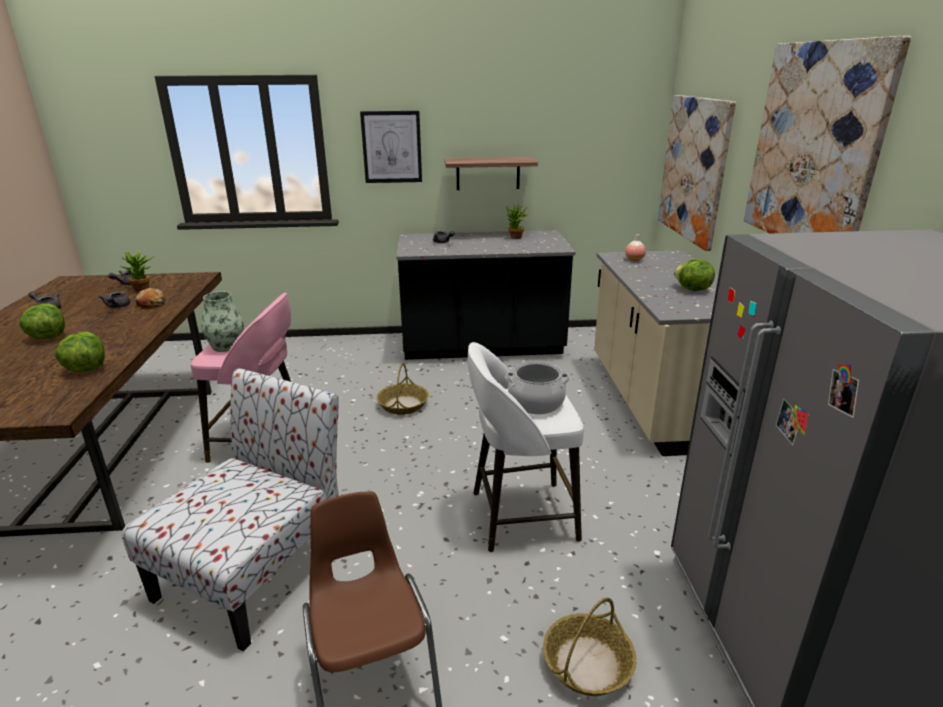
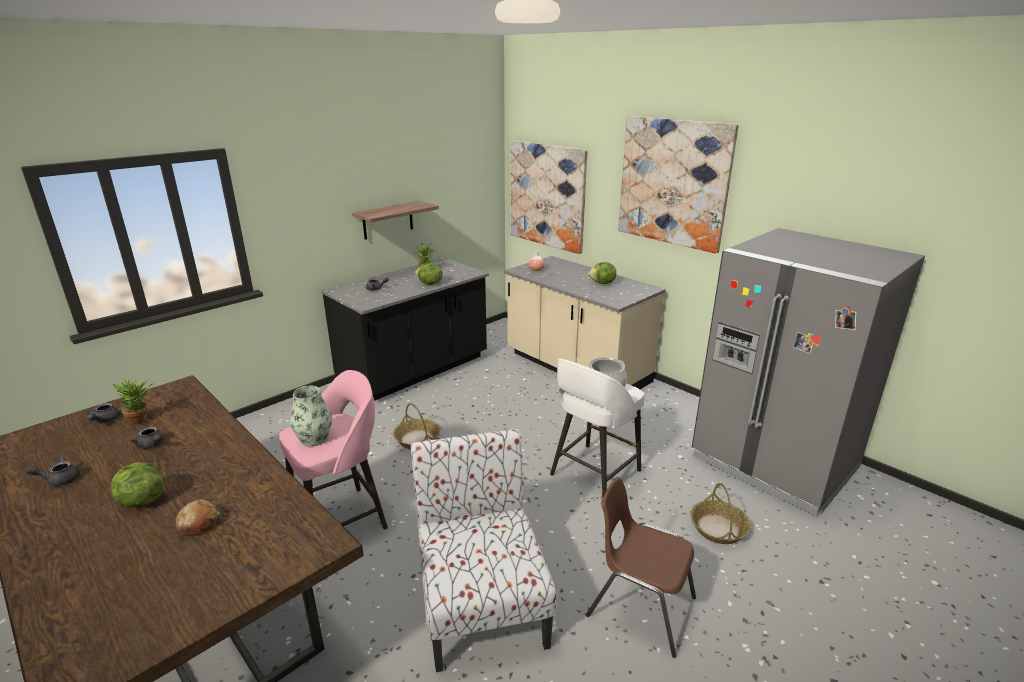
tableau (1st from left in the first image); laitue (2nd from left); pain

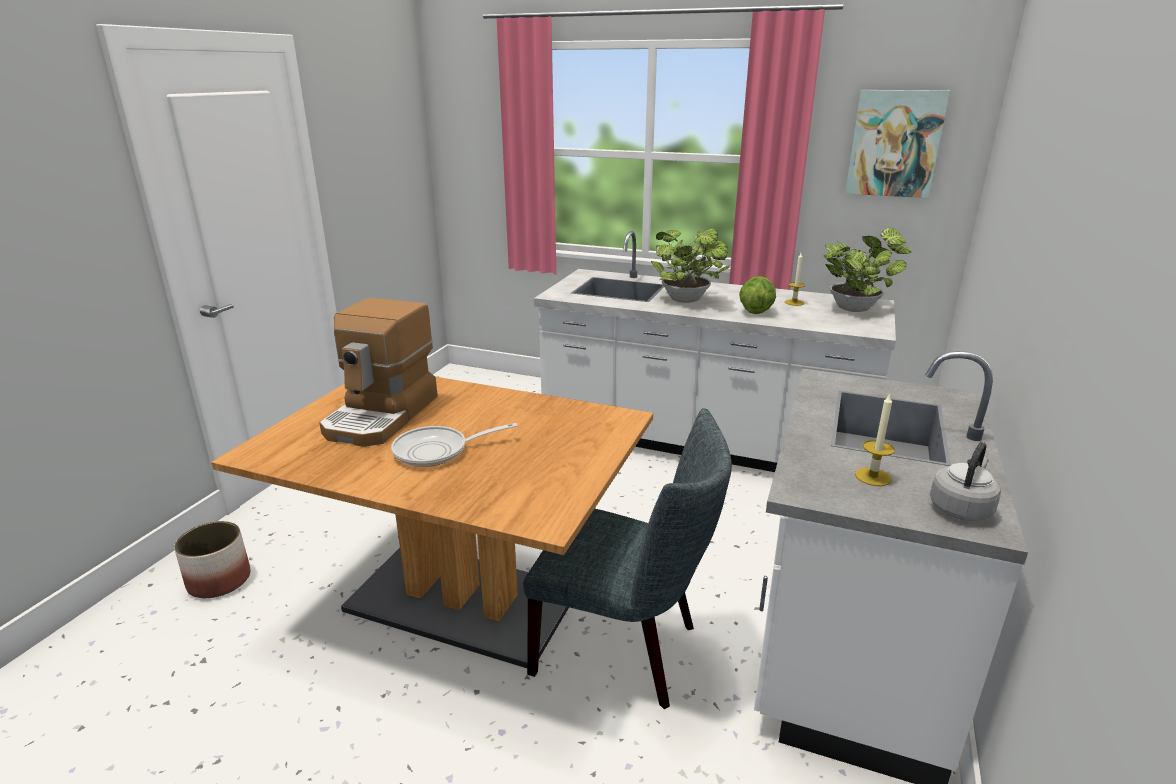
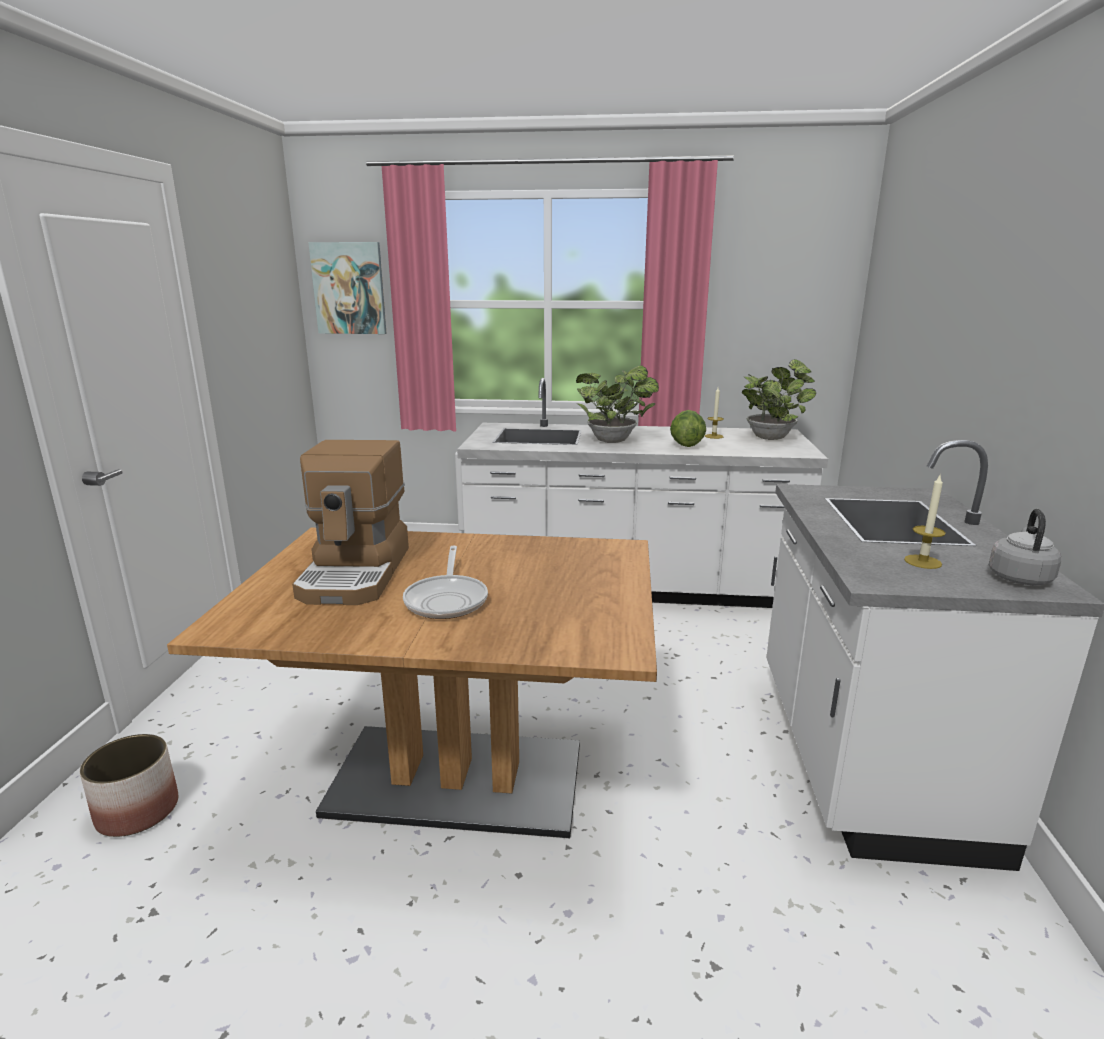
chaise (gris); tableau; poêle

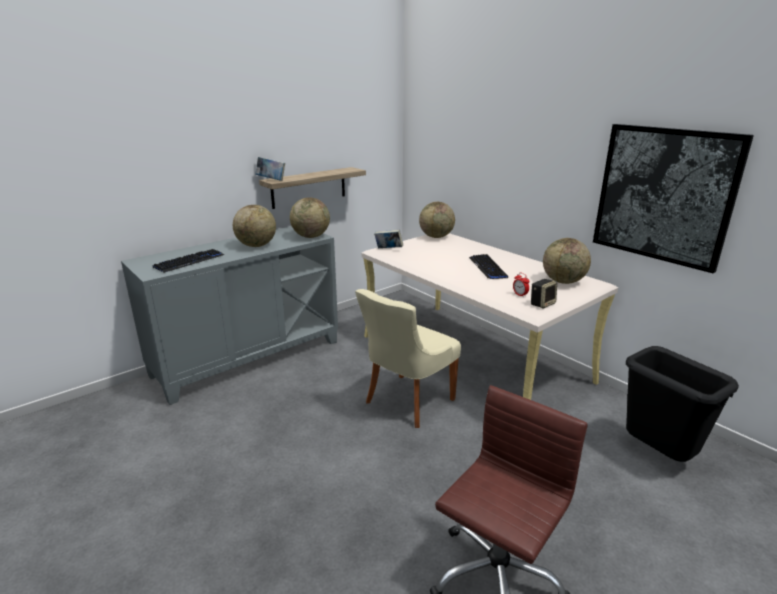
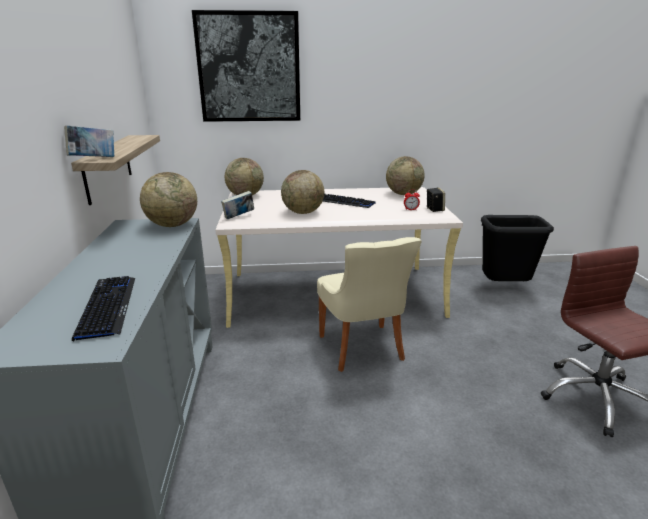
globe (3rd from left); tableau

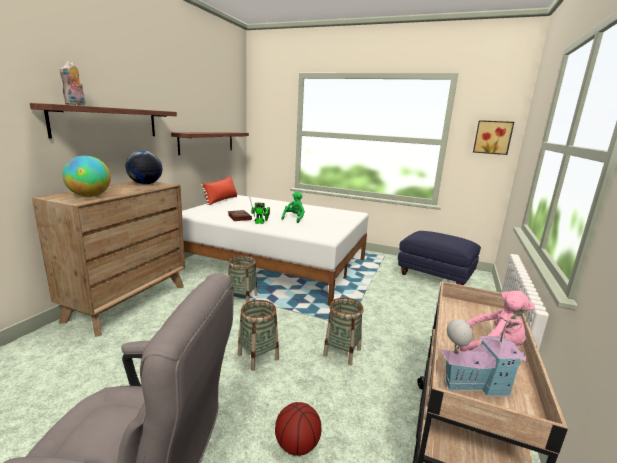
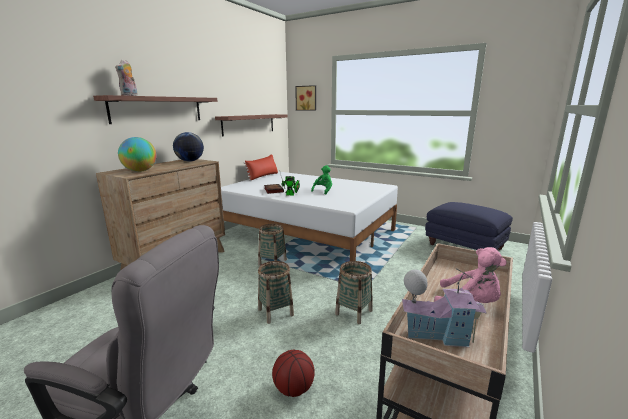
tableau

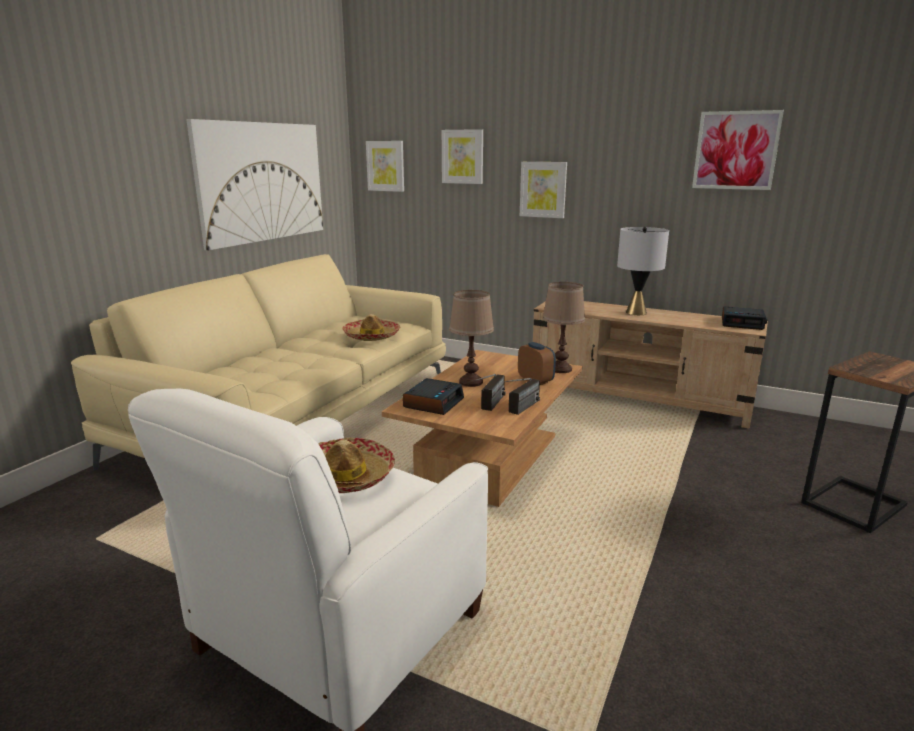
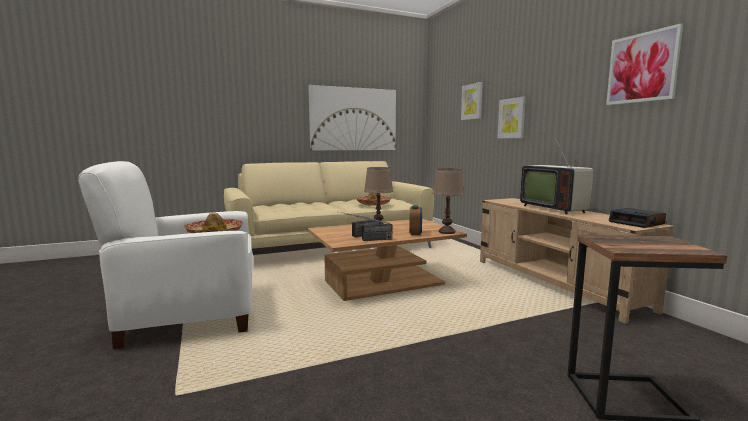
tableau (2nd from left in the first image); réveil (1st from left in the first image); téléviseur

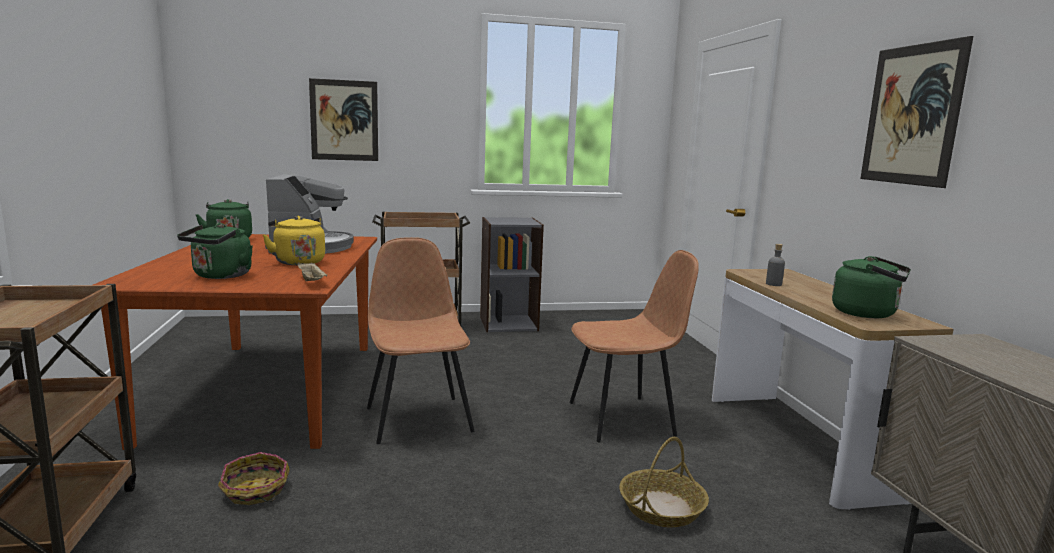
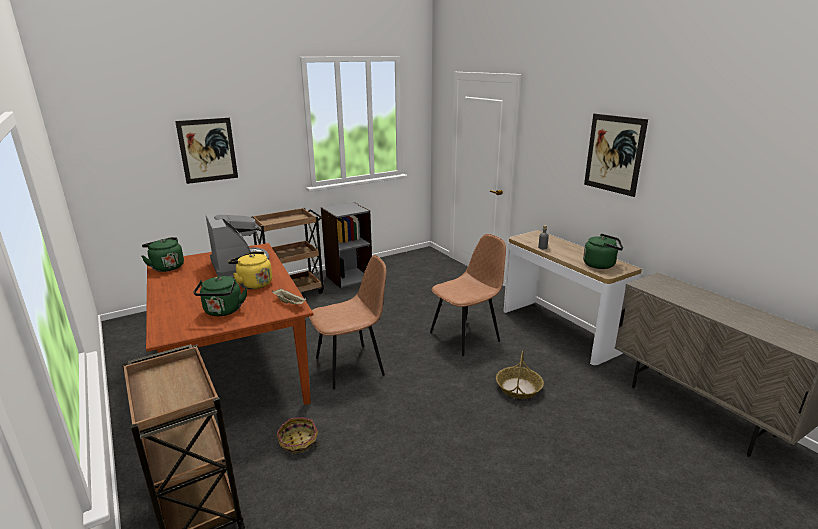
chaise (marron) (1st from left)

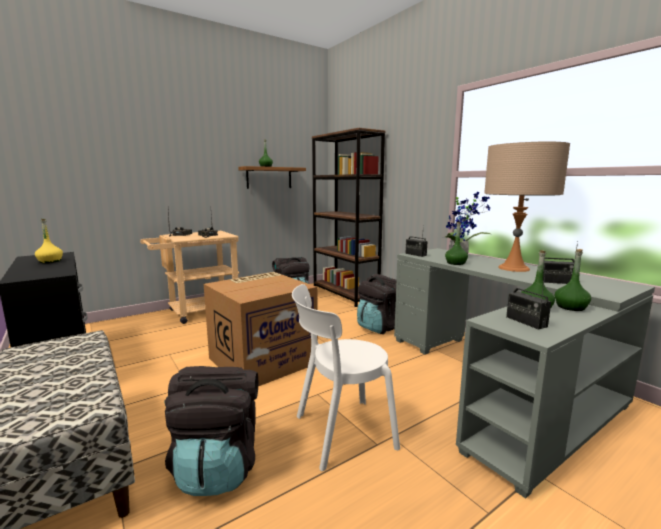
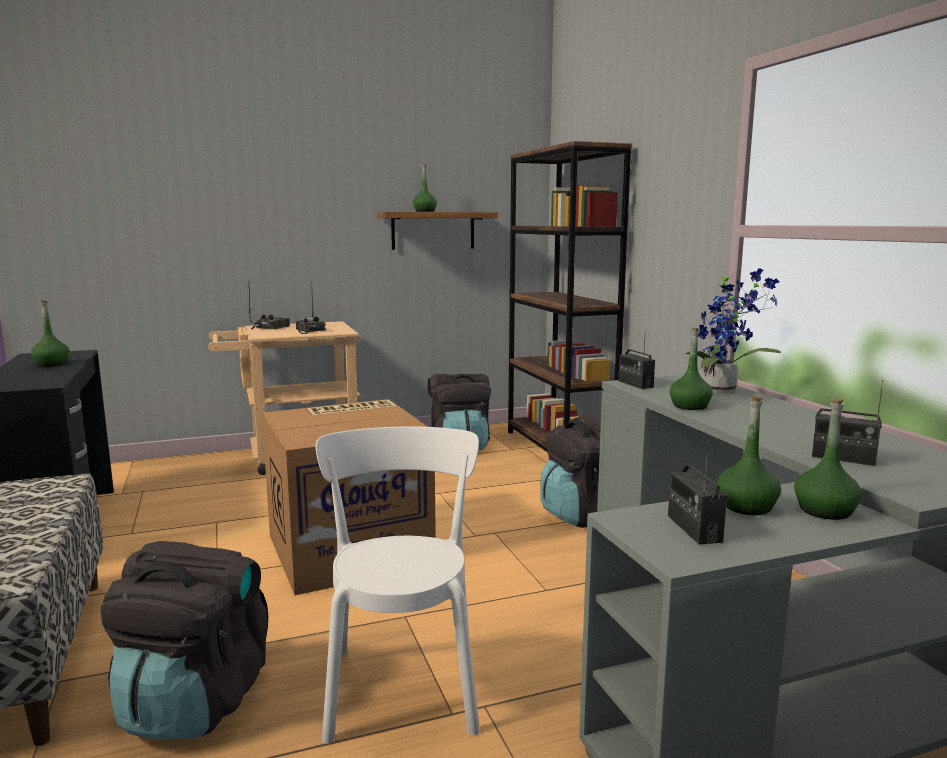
lampe de table (beige); bouteille (vert) (1st from left); chaise (blanc)

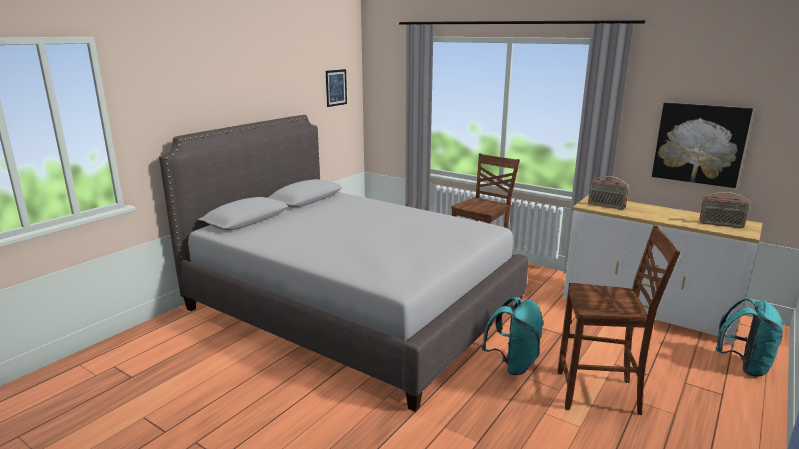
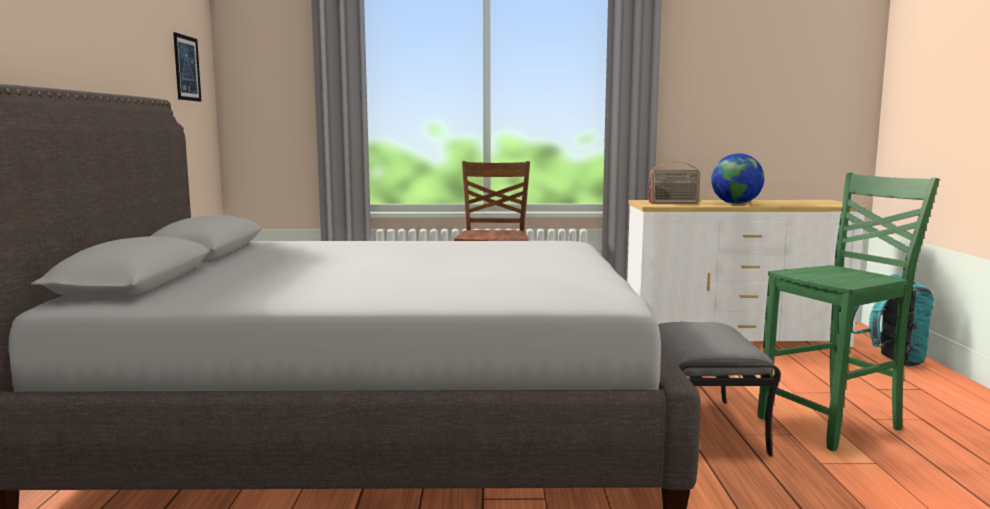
tableau (2nd from left in the first image); radio (2nd from left in the first image); globe; pouf (gris); chaise (vert)

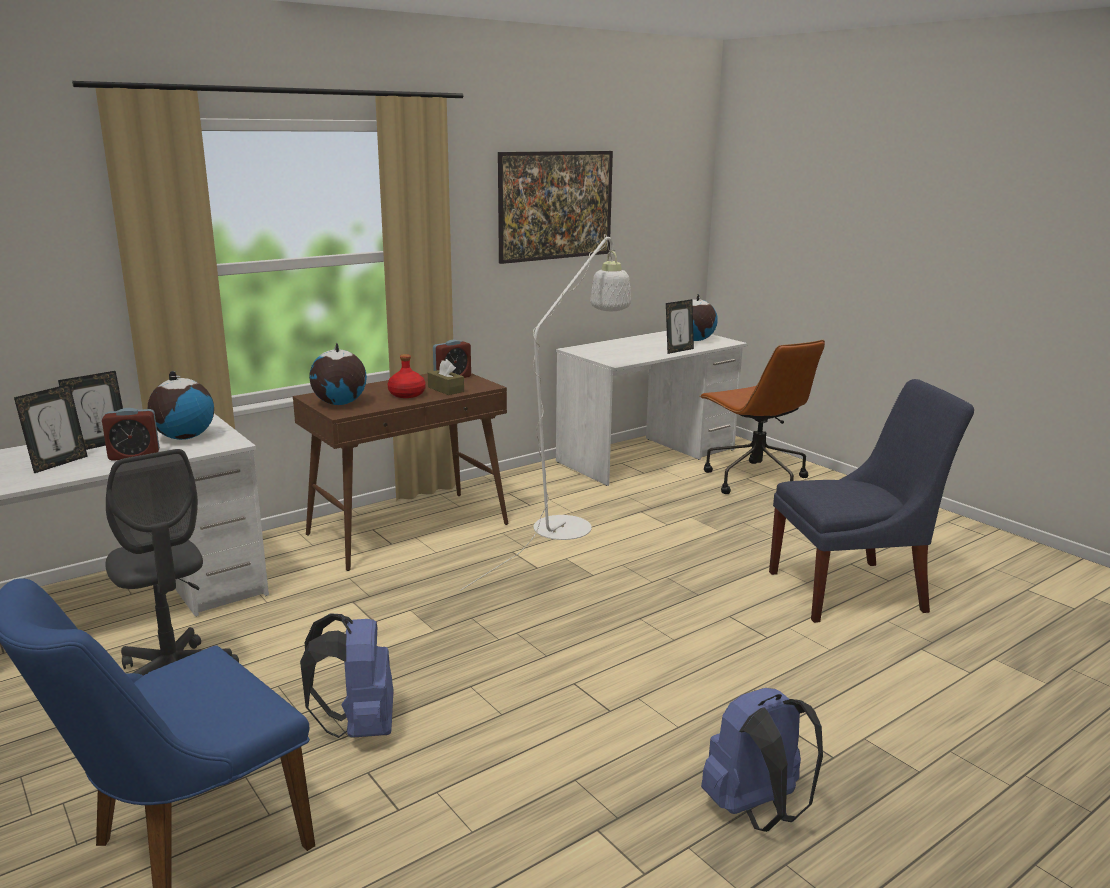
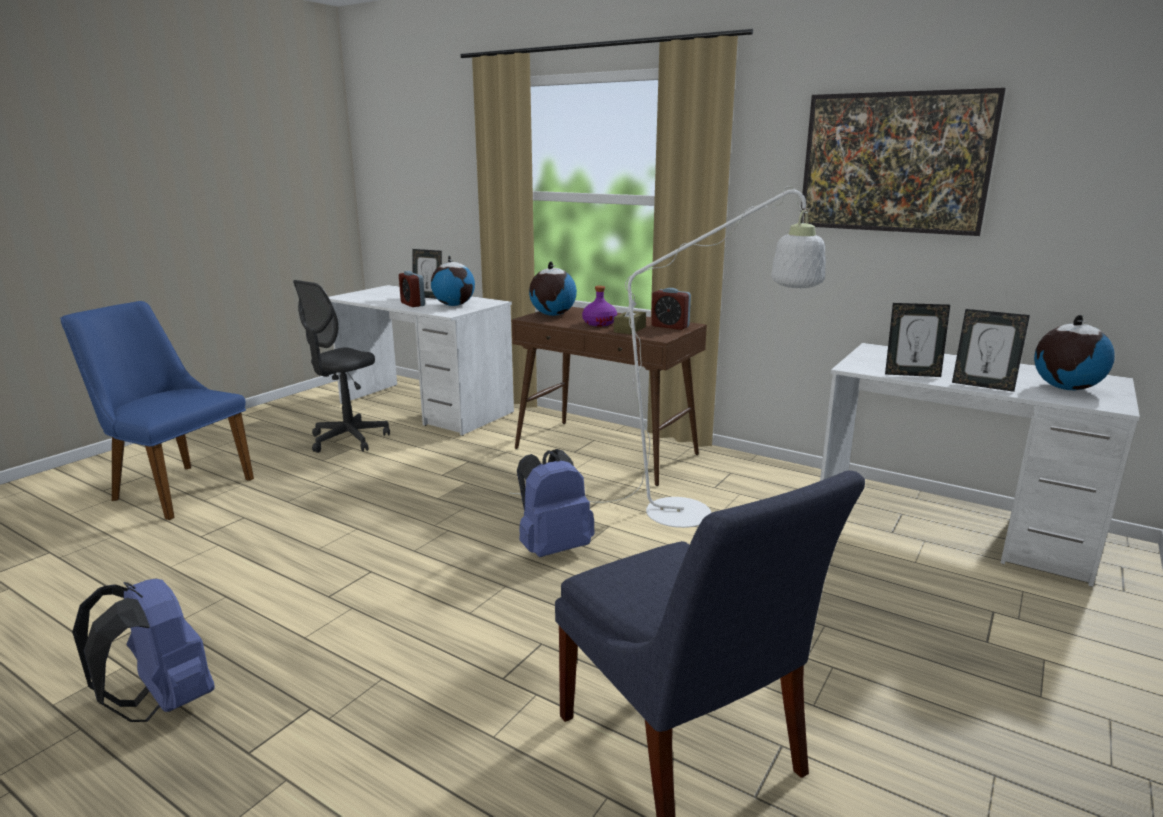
chaise de bureau (marron); cadre photo (2nd from left); sac à dos (bleu) (2nd from left); bouteille (violet)

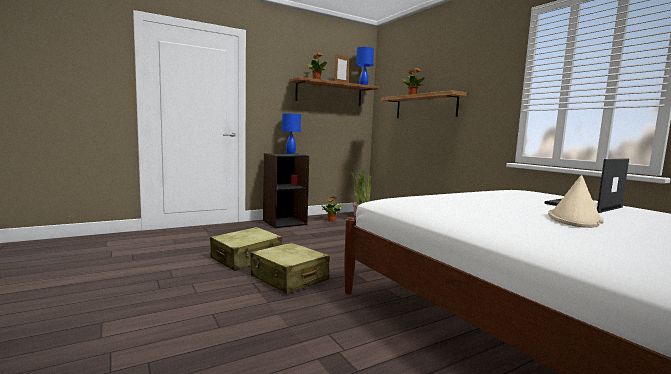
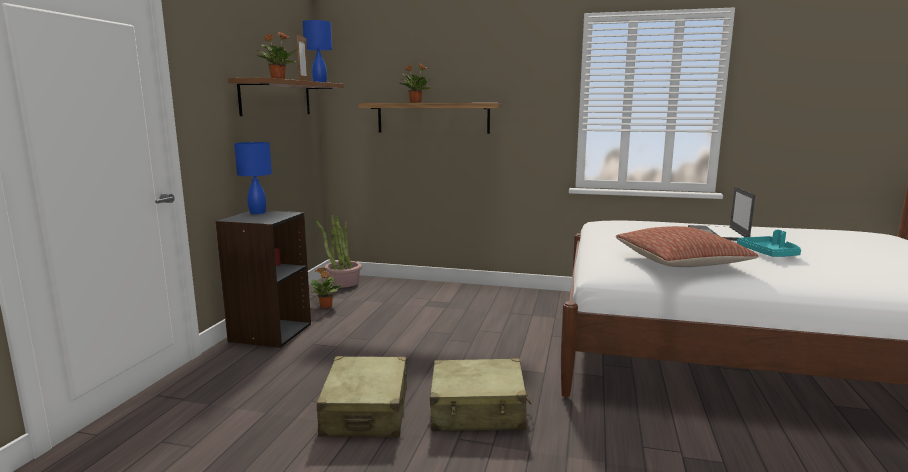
coussin; plateau (turquoise)

